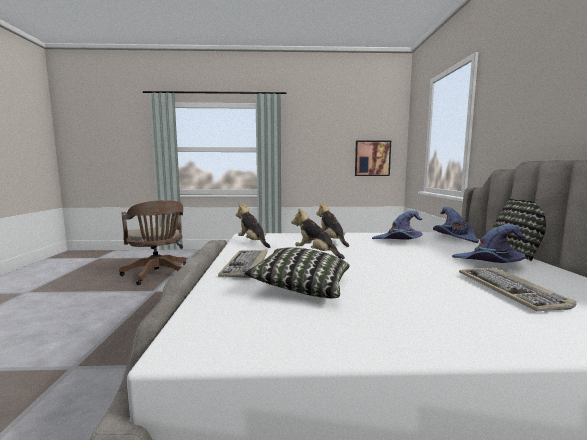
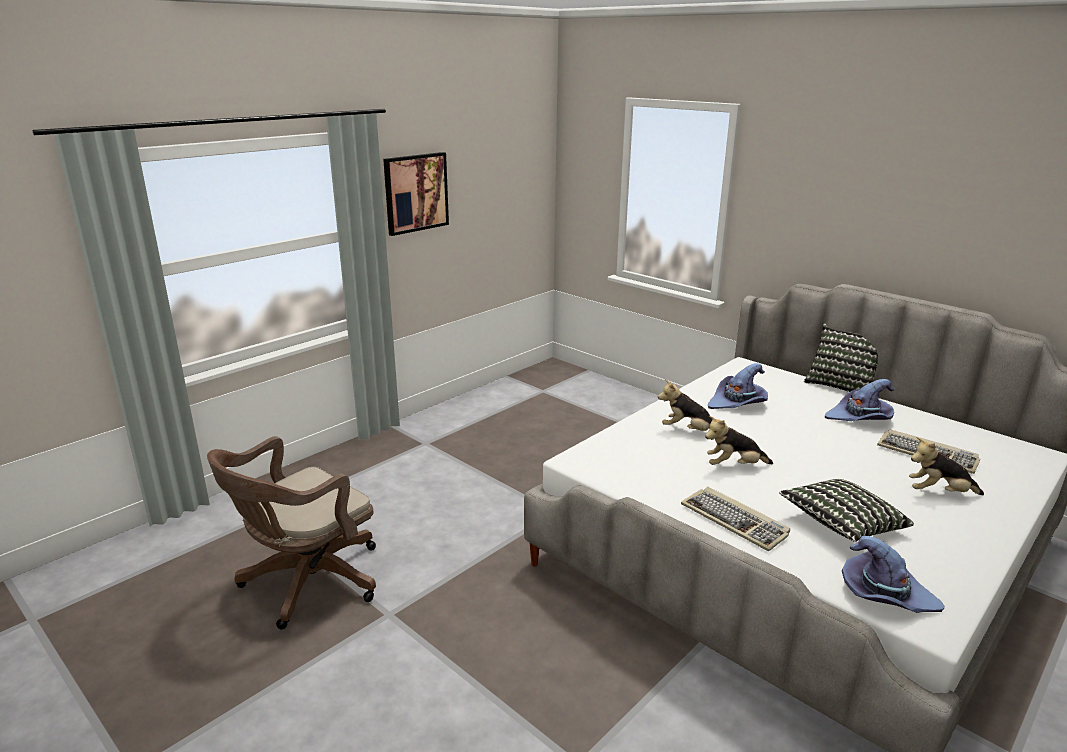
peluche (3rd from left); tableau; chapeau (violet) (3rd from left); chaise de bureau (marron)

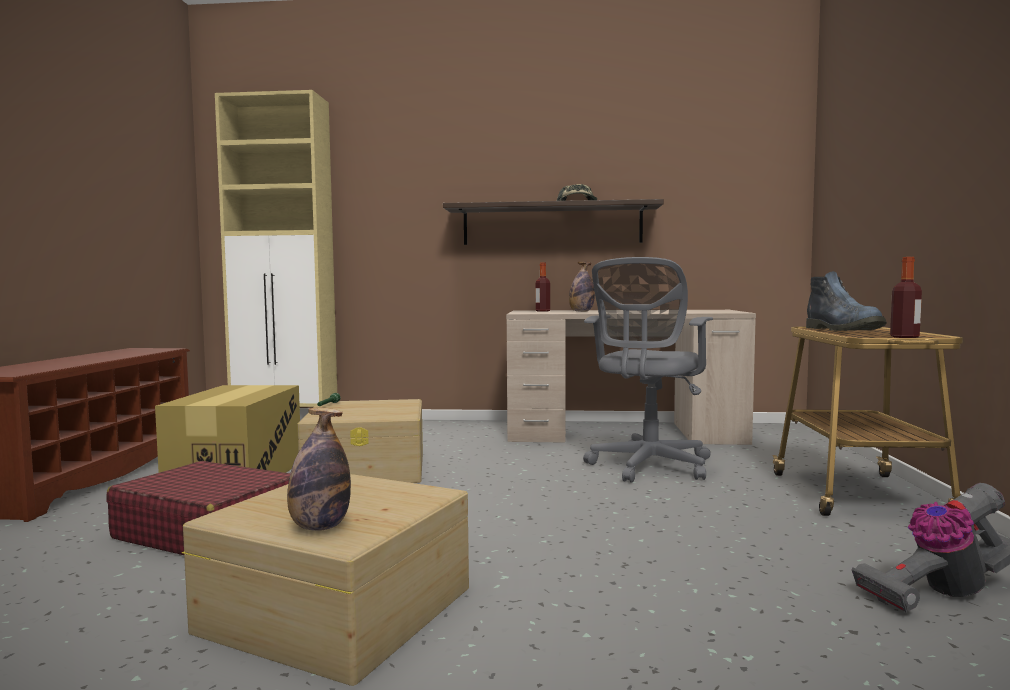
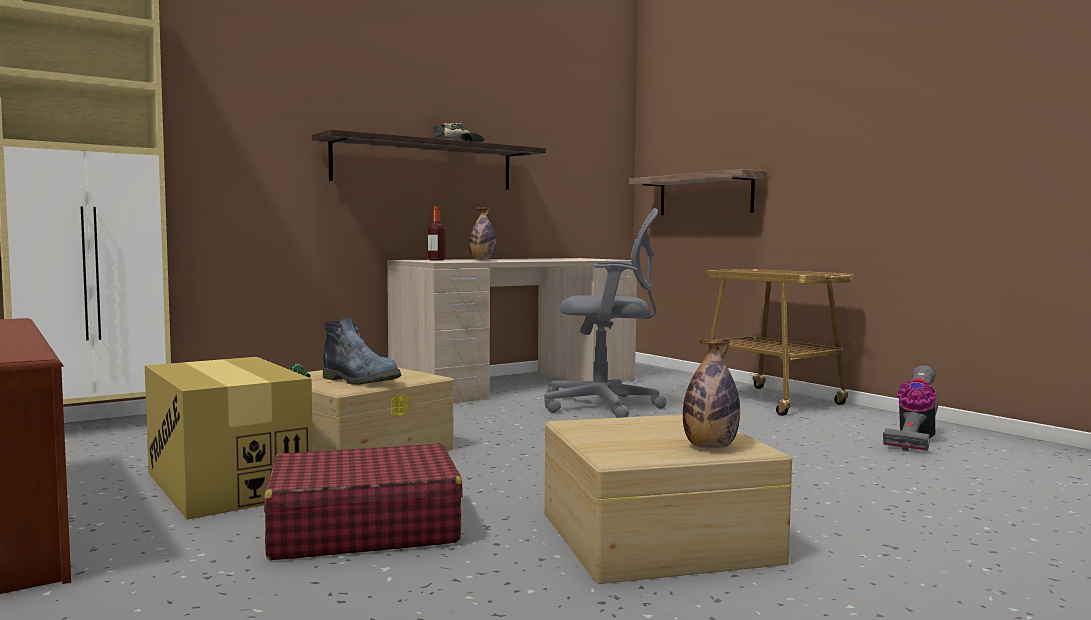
bouteille (4th from left in the first image); étagère (2nd from left); botte; chaise de bureau (gris)

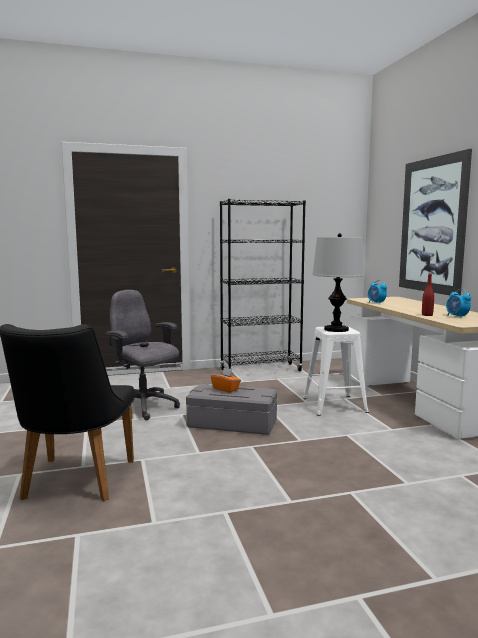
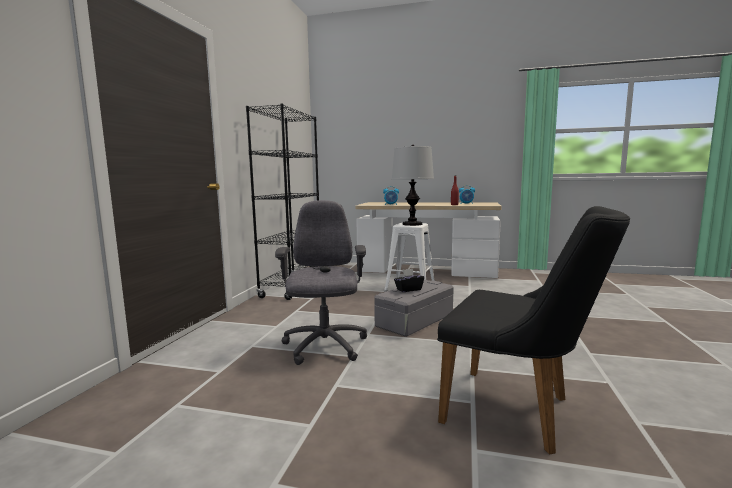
tableau; boîte à mouchoirs (noir); chaise de bureau (gris)

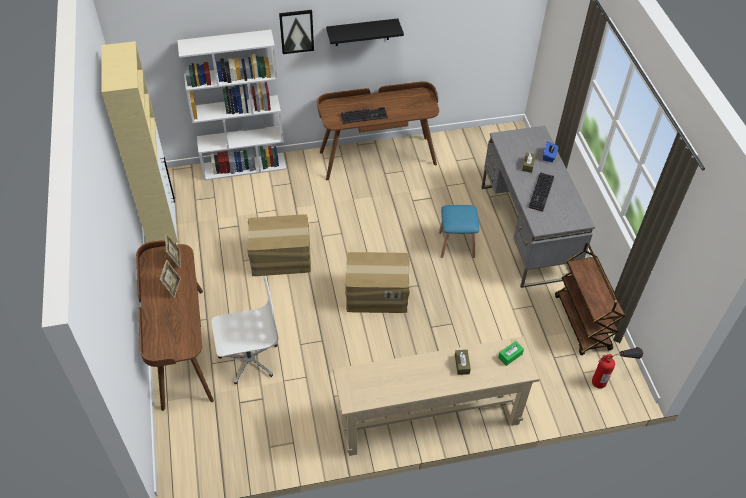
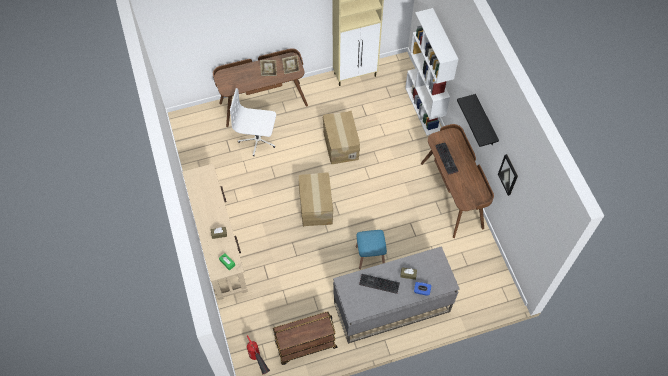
tableau; chaise de bureau (blanc)

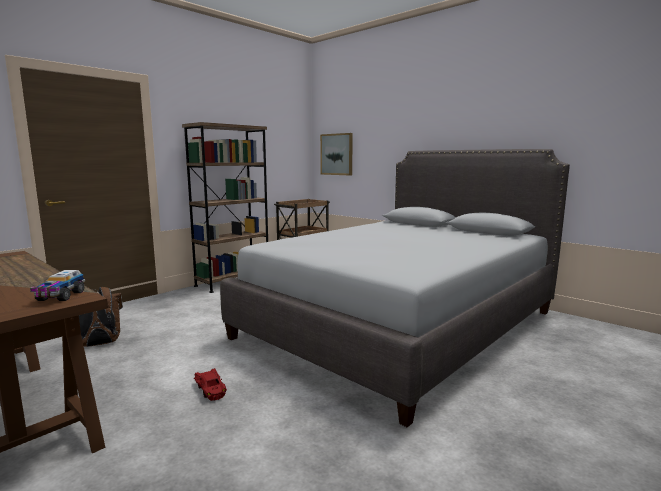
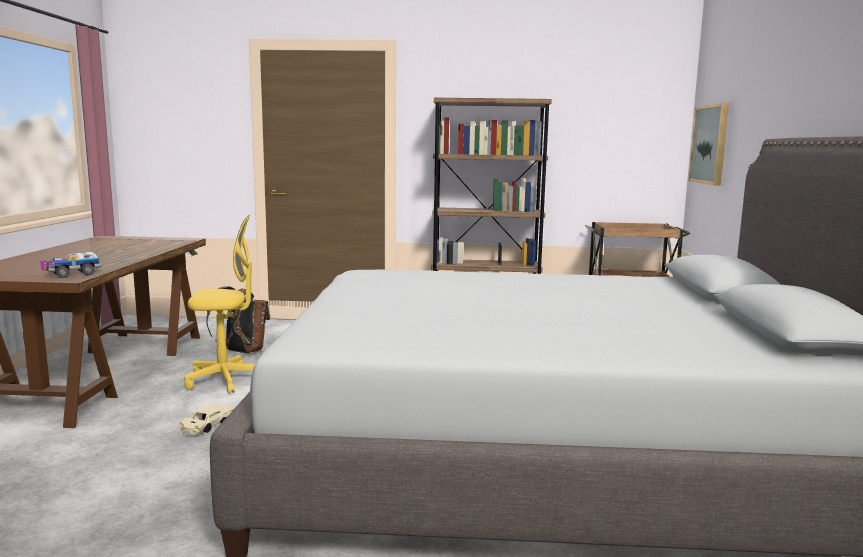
chaise de bureau (jaune); petite voiture (beige)

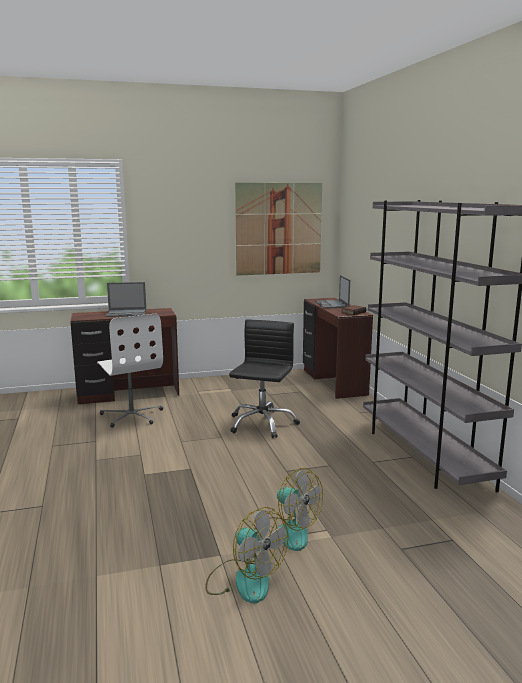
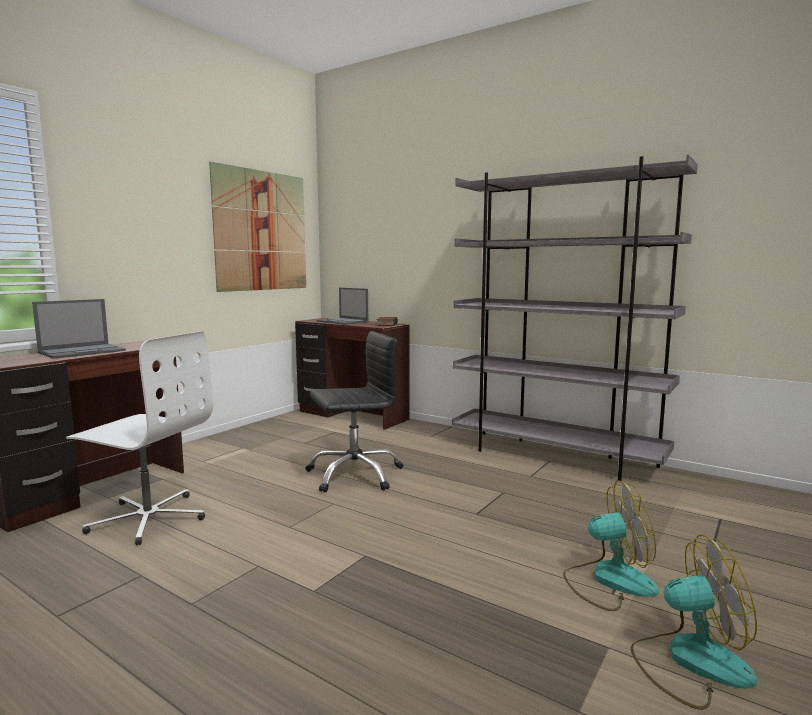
chaise de bureau (noir)

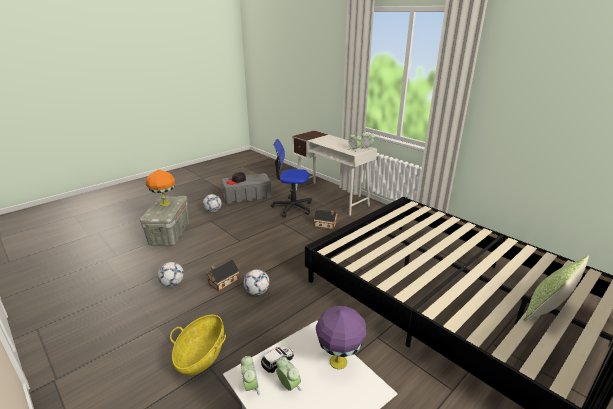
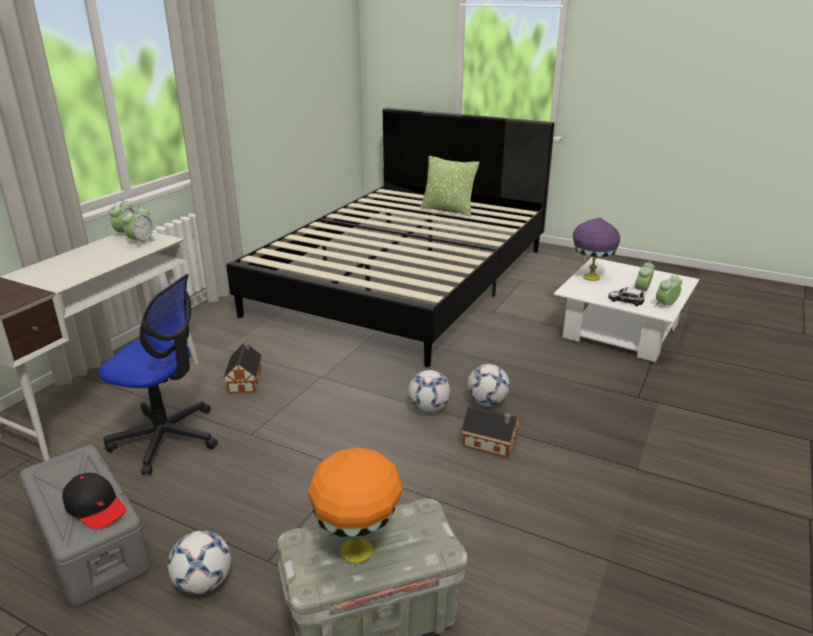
panier; ballon de foot (2nd from left); chaise de bureau

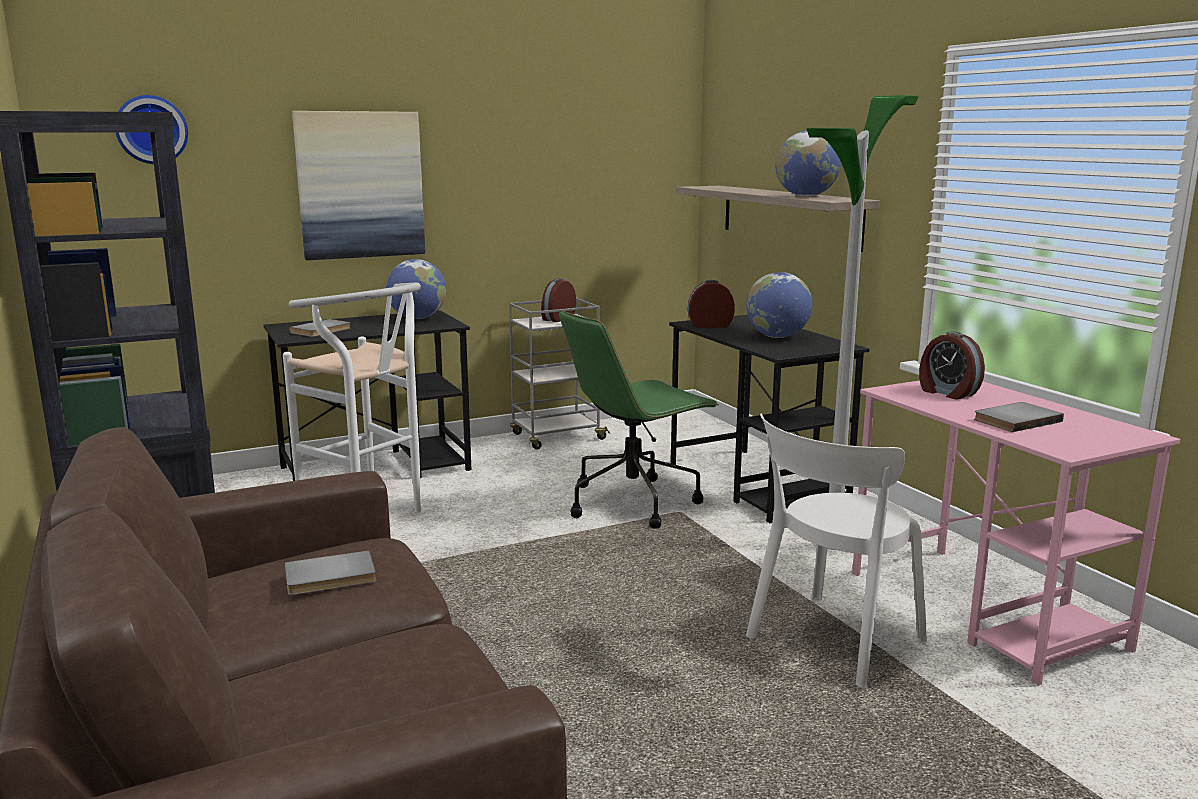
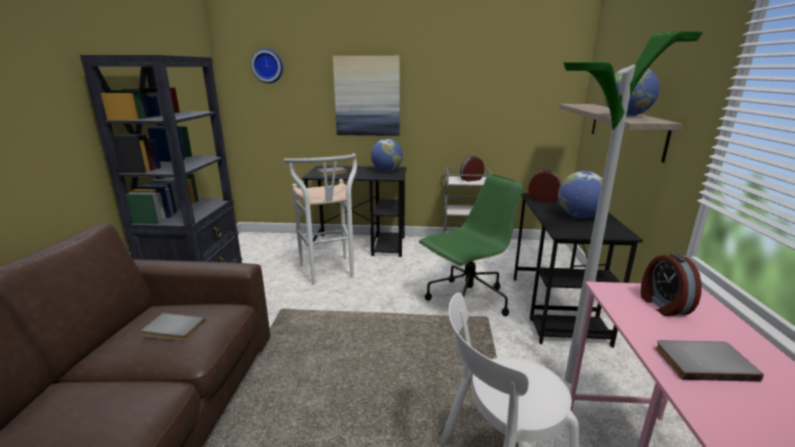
chaise de bureau (vert)

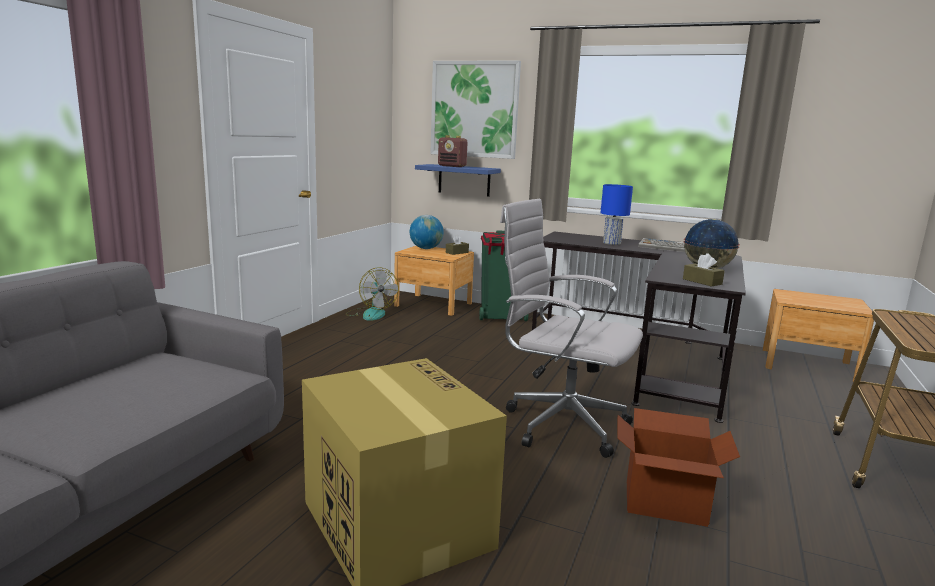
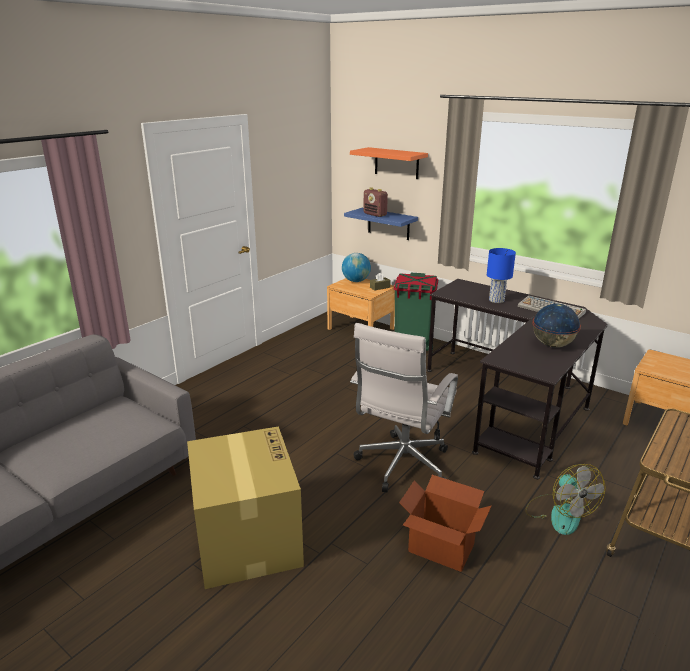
boîte à mouchoirs (marron) (2nd from left in the first image); ventilateur; étagère (orange); chaise de bureau (blanc)

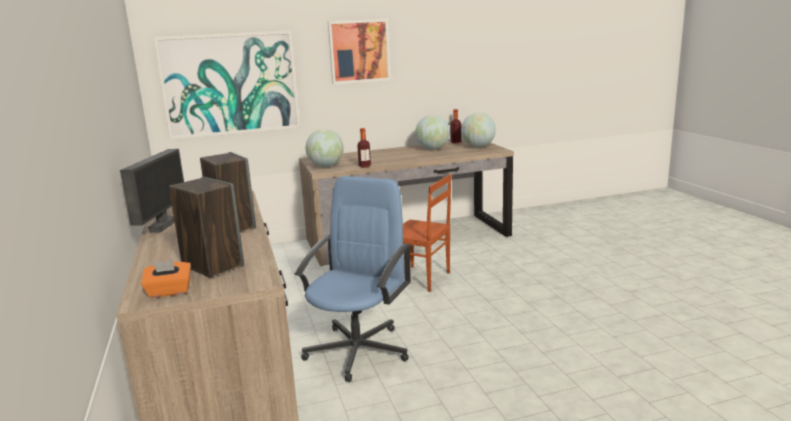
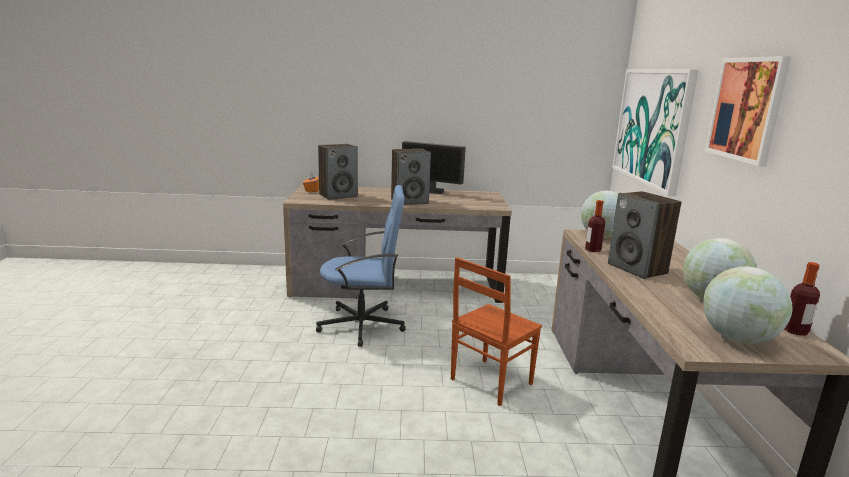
enceinte (3rd from left); chaise de bureau (bleu)

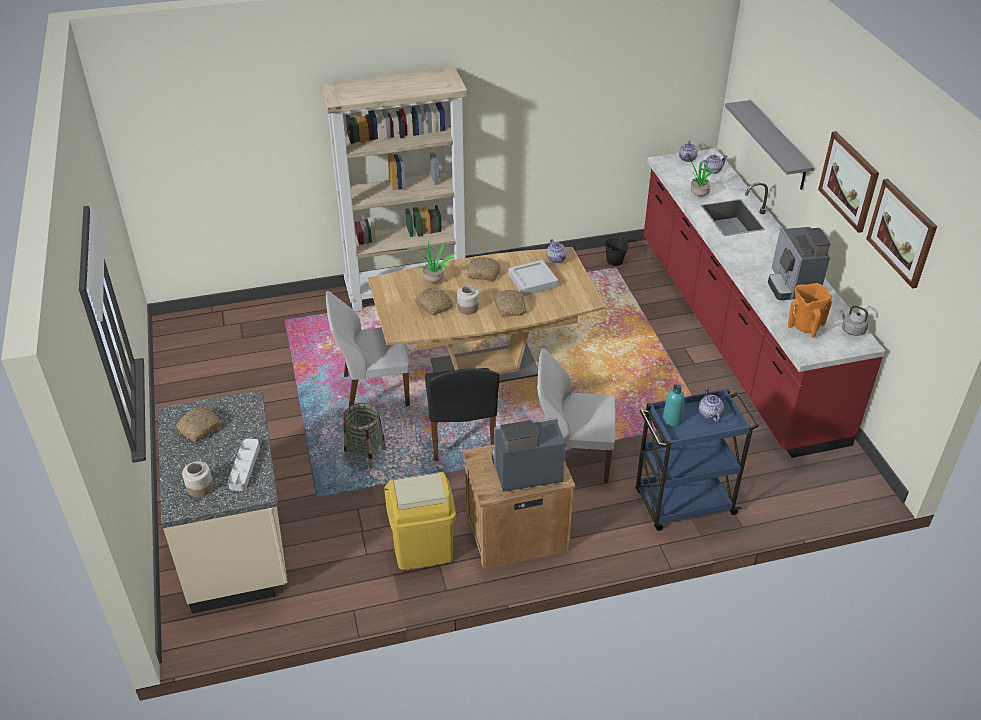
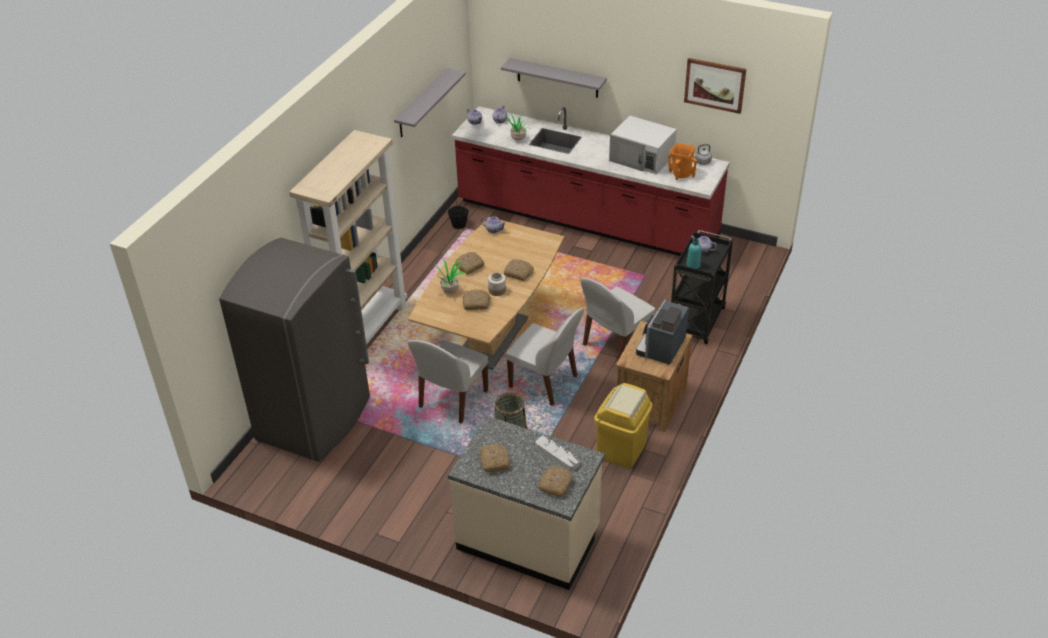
plateau (gris) (2nd from left in the first image); tableau (1st from left in the first image); réfrigérateur (gris); étagère (gris) (1st from left); pain (5th from left); micro-ondes (blanc); chaise (blanc) (2nd from left); chariot (noir)

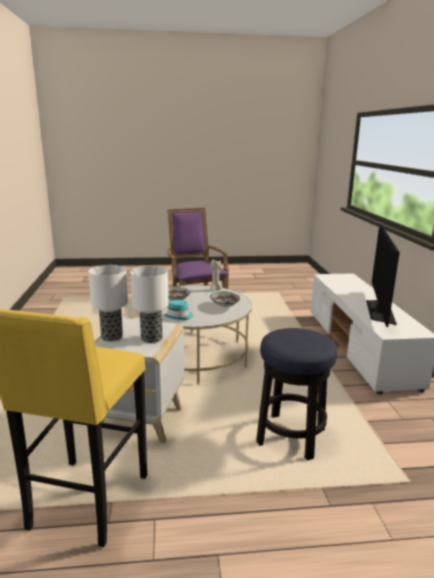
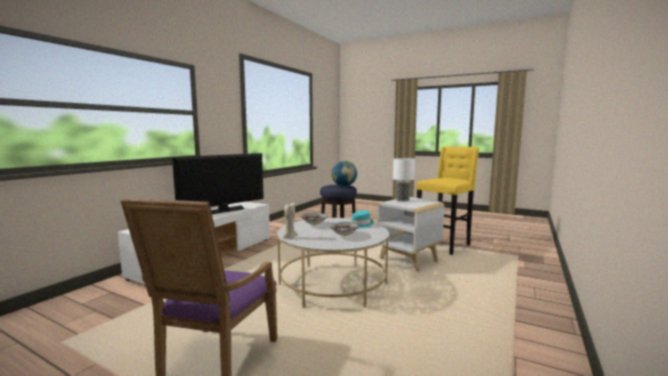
lampe de table (1st from left in the first image); globe

